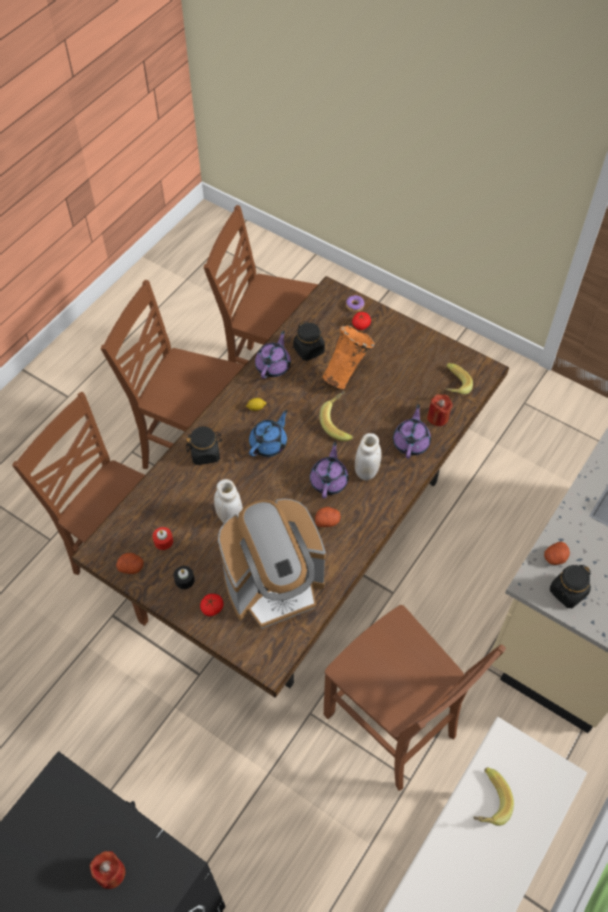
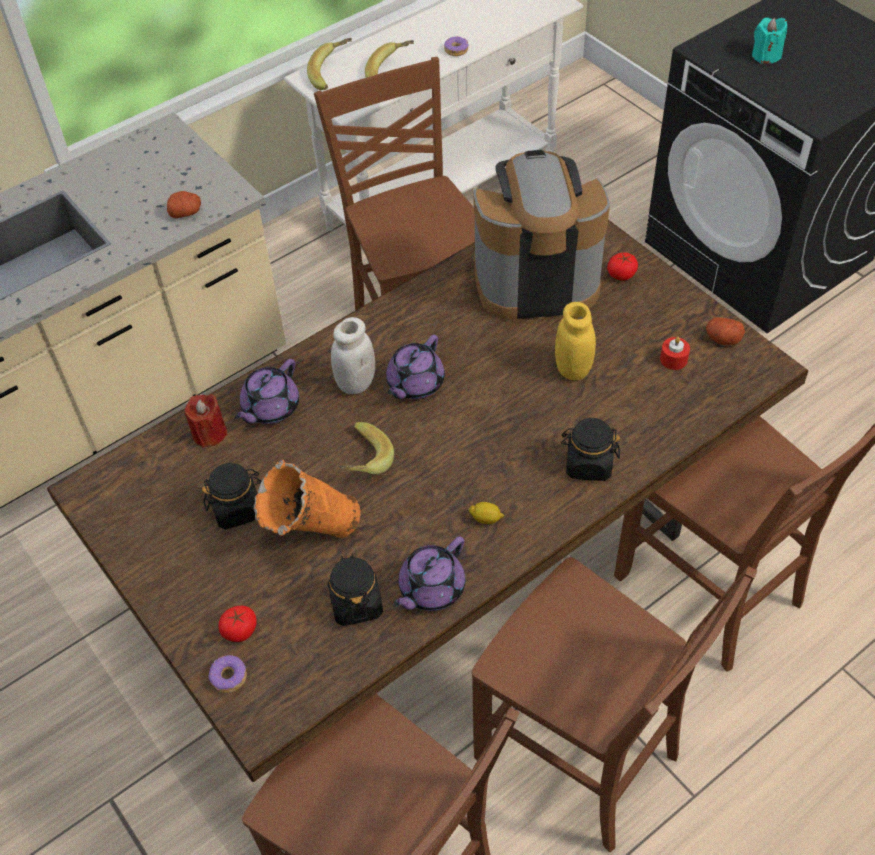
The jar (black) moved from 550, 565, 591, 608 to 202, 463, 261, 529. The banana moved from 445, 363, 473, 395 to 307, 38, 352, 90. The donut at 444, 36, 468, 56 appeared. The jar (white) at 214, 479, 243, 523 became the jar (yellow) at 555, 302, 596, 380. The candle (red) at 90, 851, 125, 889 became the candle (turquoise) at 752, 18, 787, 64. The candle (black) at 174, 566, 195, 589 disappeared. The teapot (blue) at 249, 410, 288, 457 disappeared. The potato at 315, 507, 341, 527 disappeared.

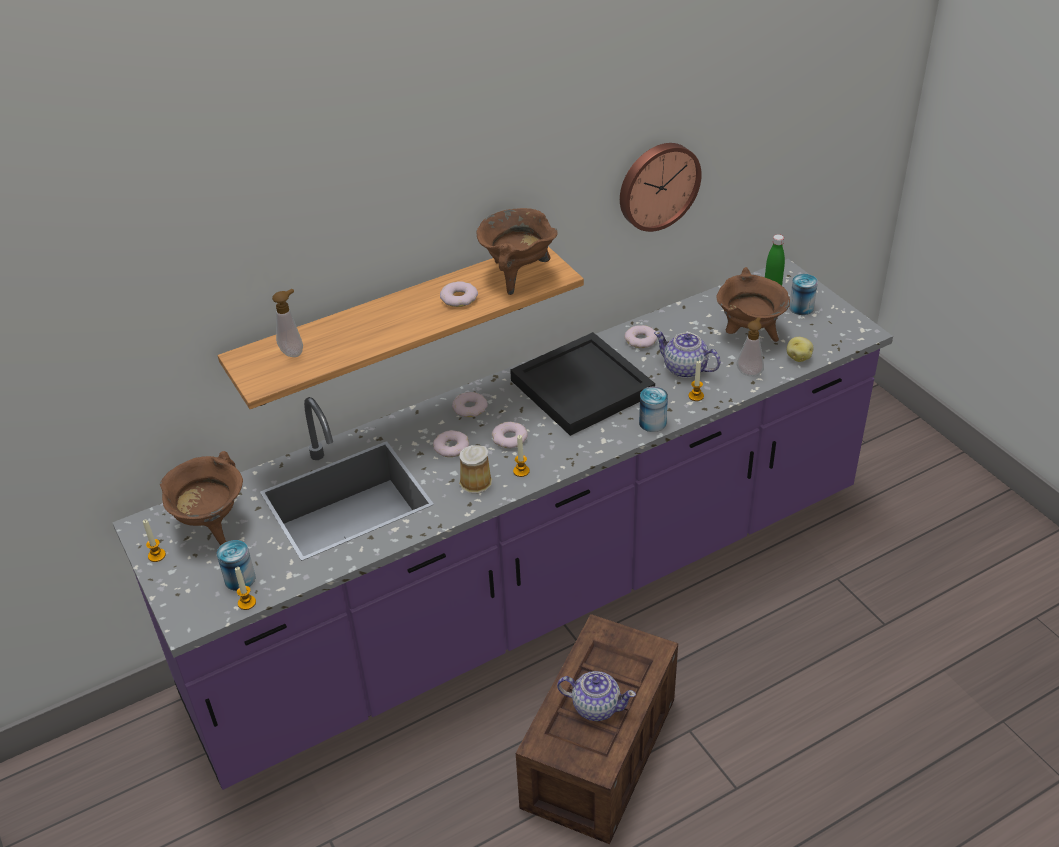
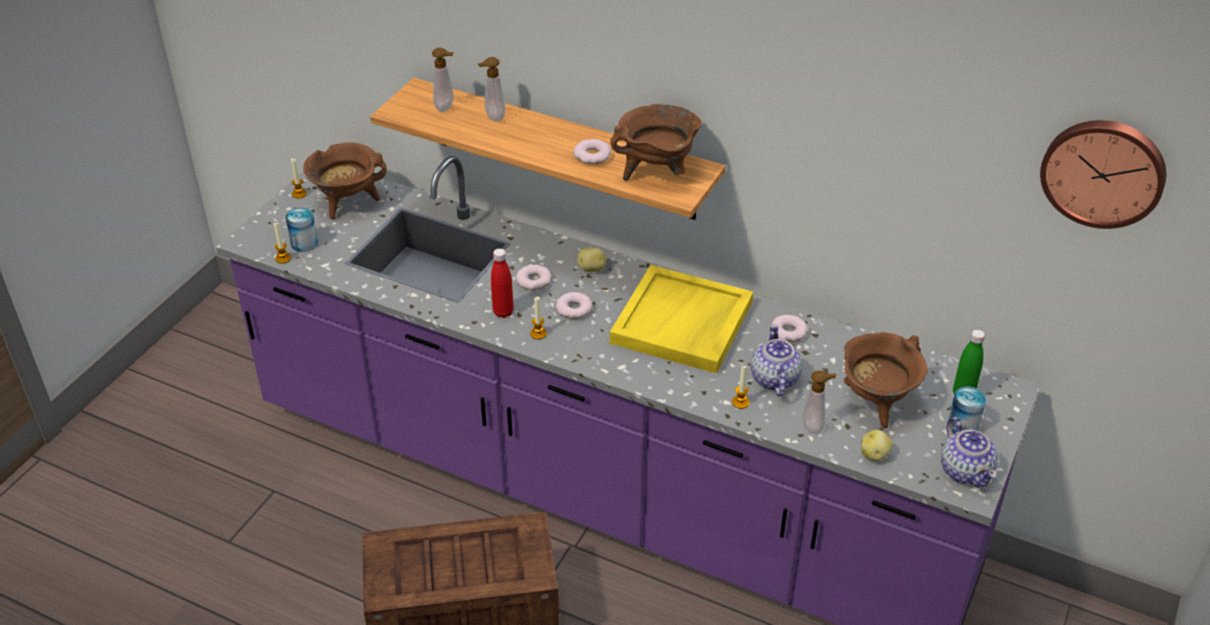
The soap dispenser at 478, 57, 505, 122 appeared. The mug at 459, 445, 492, 493 was replaced by the bottle (red) at 491, 248, 514, 318. The donut at 452, 392, 488, 417 was replaced by the potato at 577, 248, 607, 272. The tray (black) at 510, 332, 655, 436 became the tray (yellow) at 610, 265, 753, 374. The teapot moved from 557, 671, 636, 721 to 941, 417, 998, 488. The wall clock moved from 620, 143, 702, 232 to 1040, 120, 1166, 229. The can at 639, 387, 668, 432 disappeared.

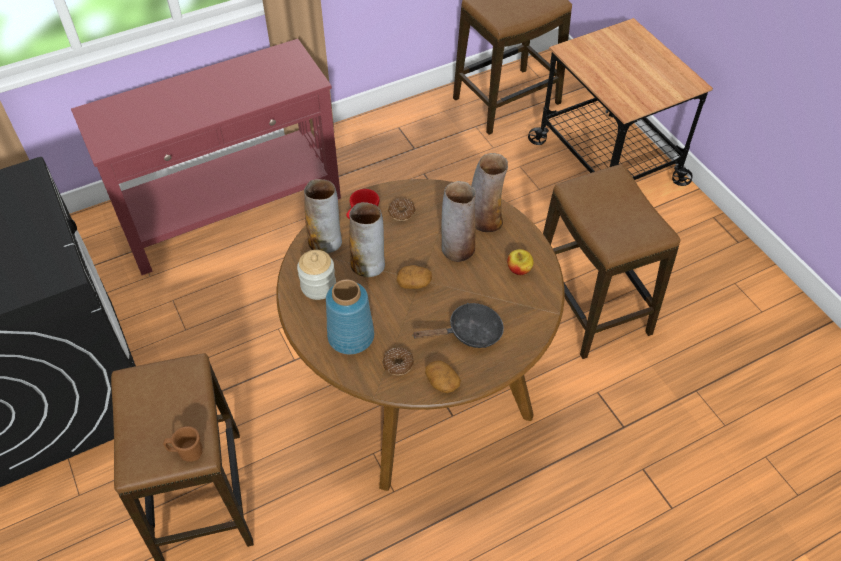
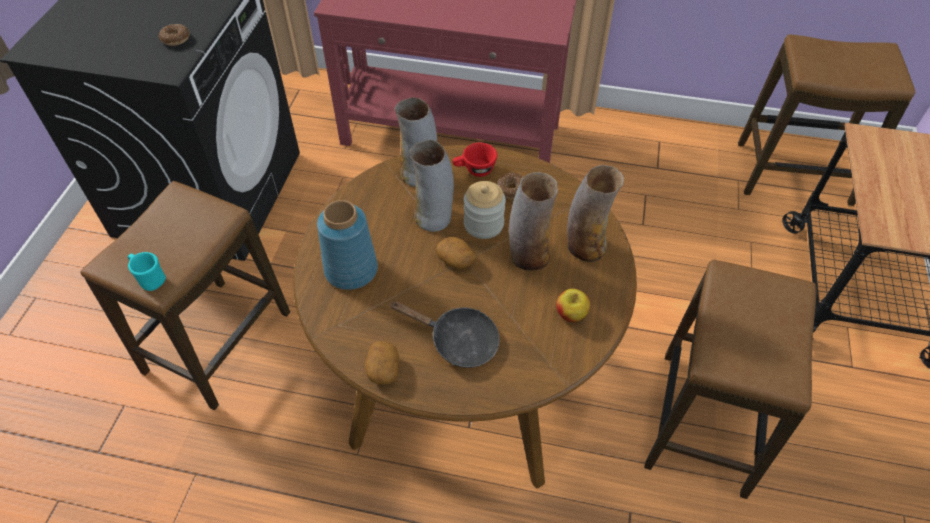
The mug (brown) at 163, 426, 203, 462 became the mug (turquoise) at 127, 252, 166, 291. The donut moved from 382, 348, 414, 375 to 159, 24, 190, 46. The jar moved from 297, 250, 336, 300 to 464, 181, 506, 239.

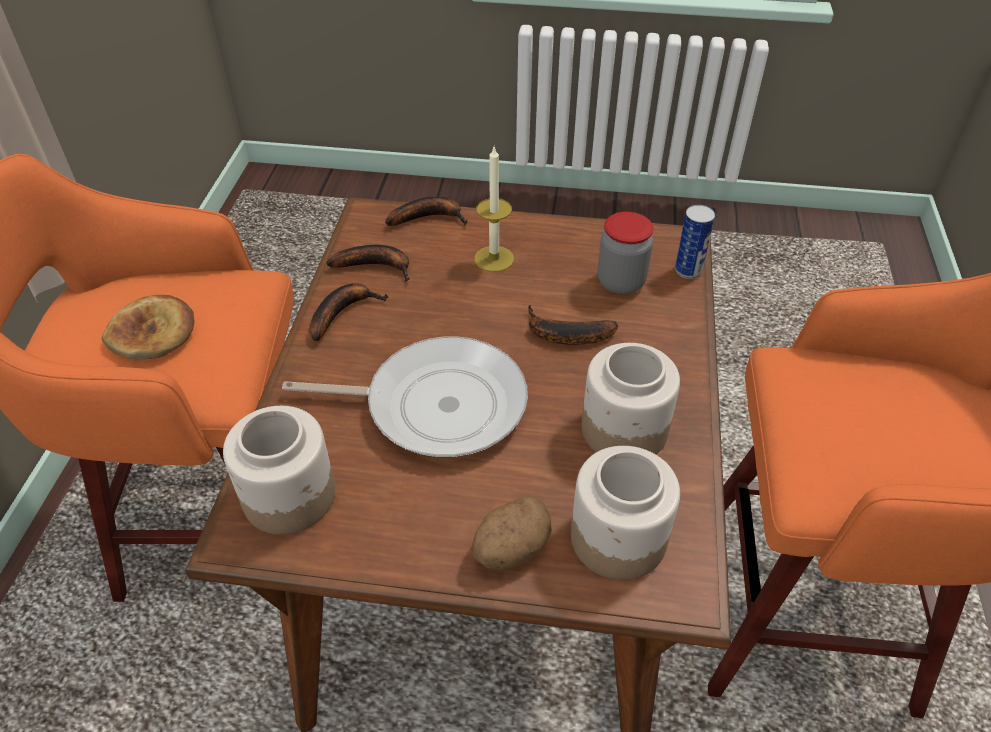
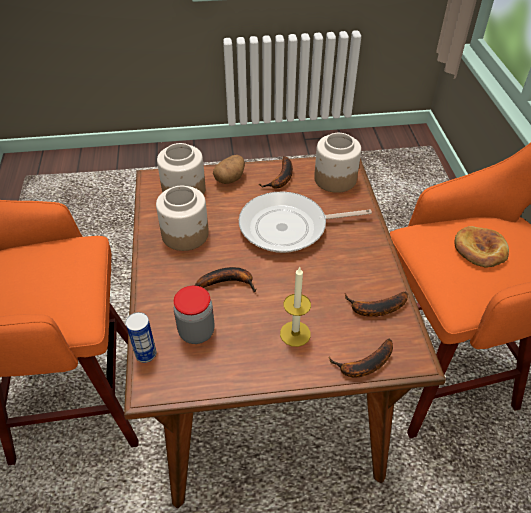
The banana moved from 309, 283, 388, 341 to 259, 156, 293, 189.

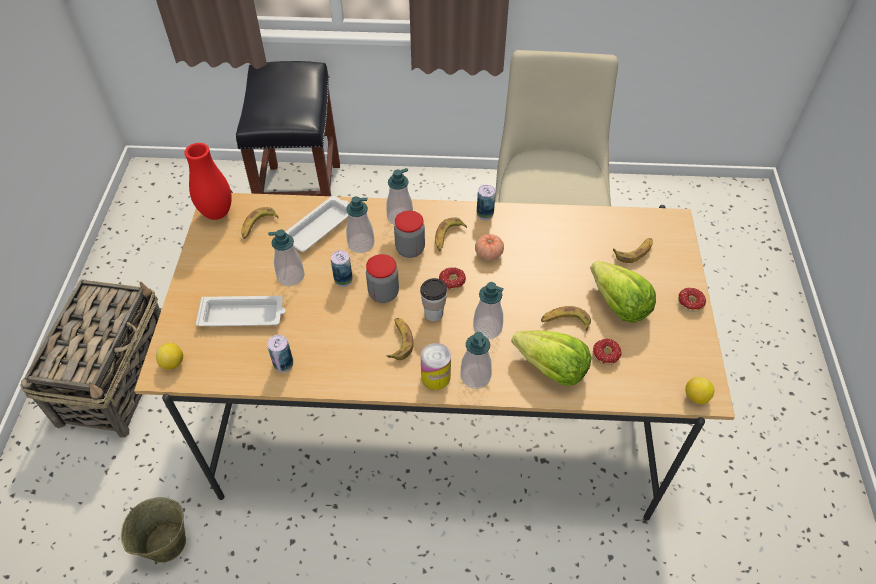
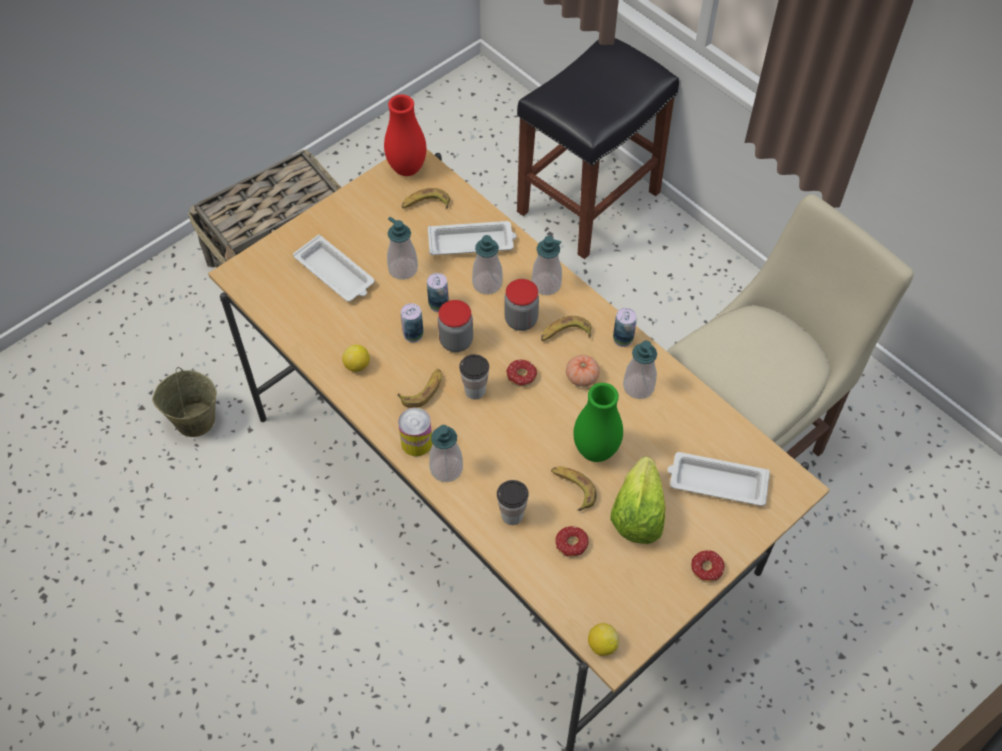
The lemon moved from 156, 343, 183, 369 to 342, 345, 370, 372. The can moved from 267, 335, 293, 373 to 401, 303, 424, 343. The lettuce at 511, 331, 591, 386 was replaced by the cup at 497, 480, 529, 525. The vase (green) at 573, 383, 623, 462 appeared. The soap dispenser moved from 473, 282, 504, 339 to 623, 341, 657, 399. The banana at 613, 238, 653, 263 was replaced by the tray (white) at 668, 452, 770, 506.

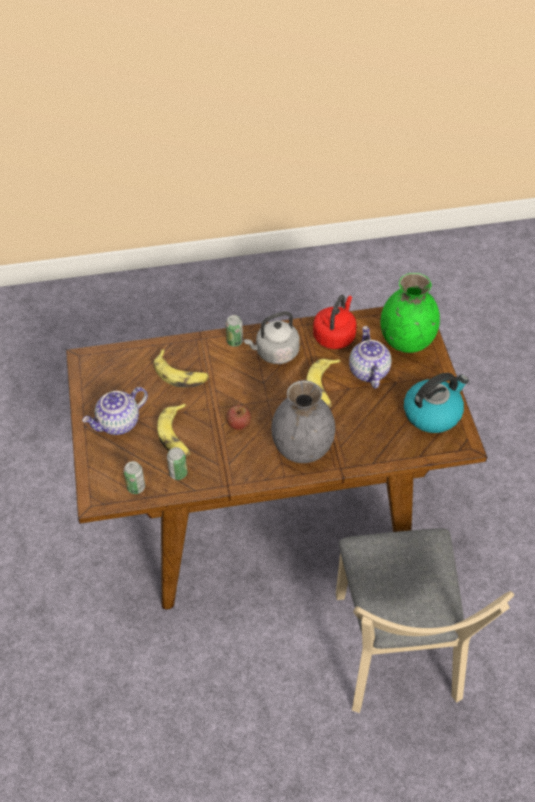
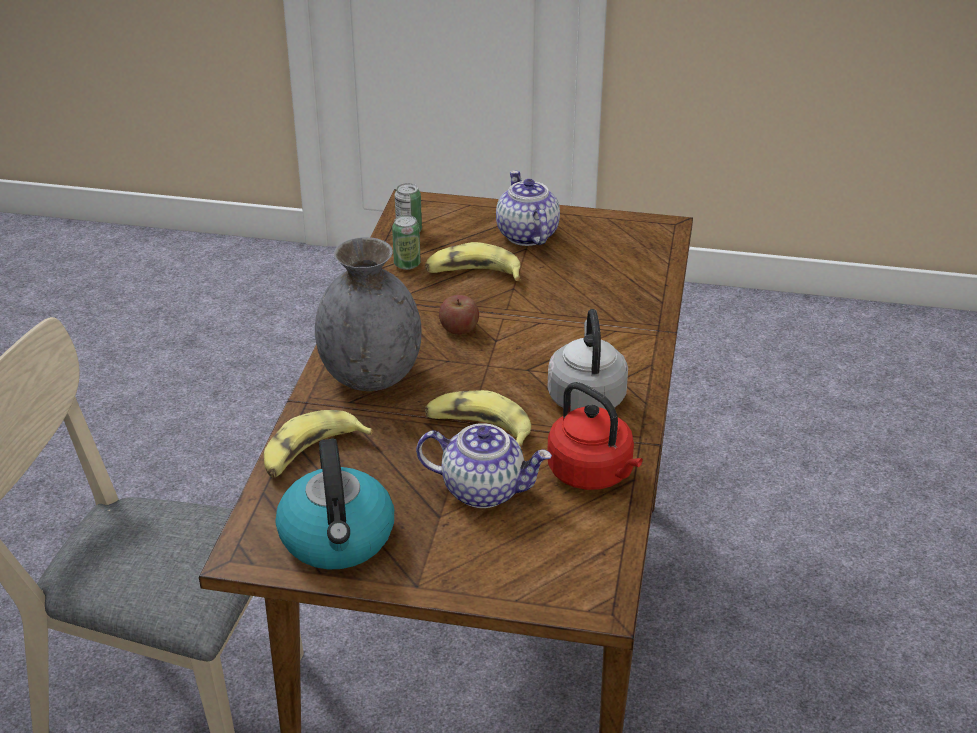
The banana moved from 154, 349, 209, 388 to 264, 410, 373, 477. The can at 226, 315, 243, 347 disappeared. The vase (green) at 380, 273, 440, 353 disappeared.

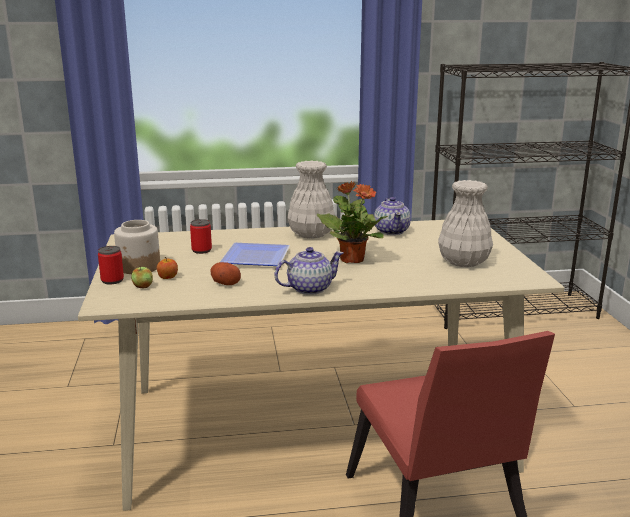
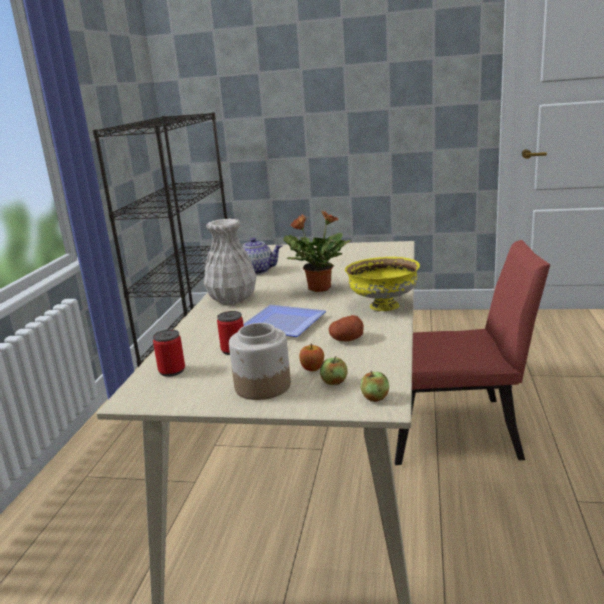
The can moved from 98, 246, 124, 284 to 153, 330, 185, 377. The teapot at 275, 247, 343, 295 was replaced by the bowl (yellow) at 345, 257, 420, 311. The apple at 360, 371, 389, 402 appeared. The vase (white) at 438, 180, 493, 267 disappeared.

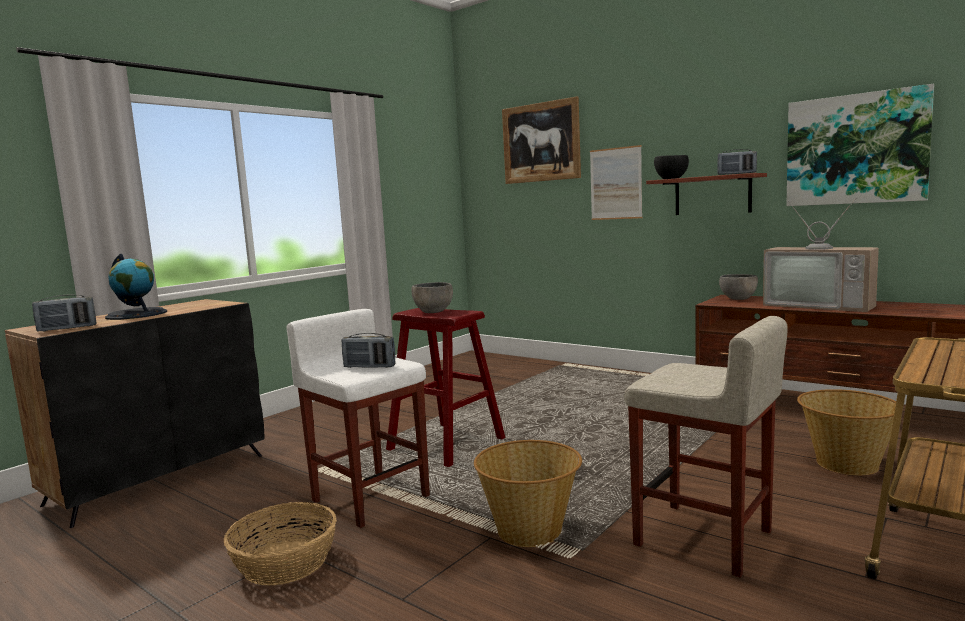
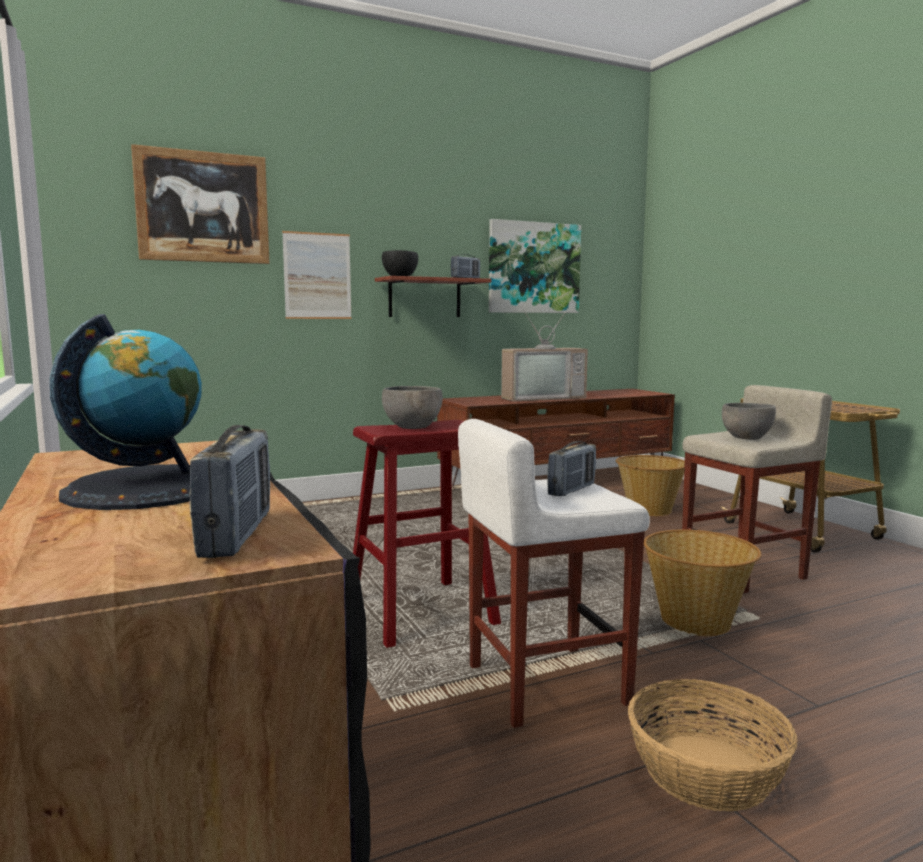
The bowl (grey) moved from 719, 274, 758, 300 to 722, 403, 776, 440.

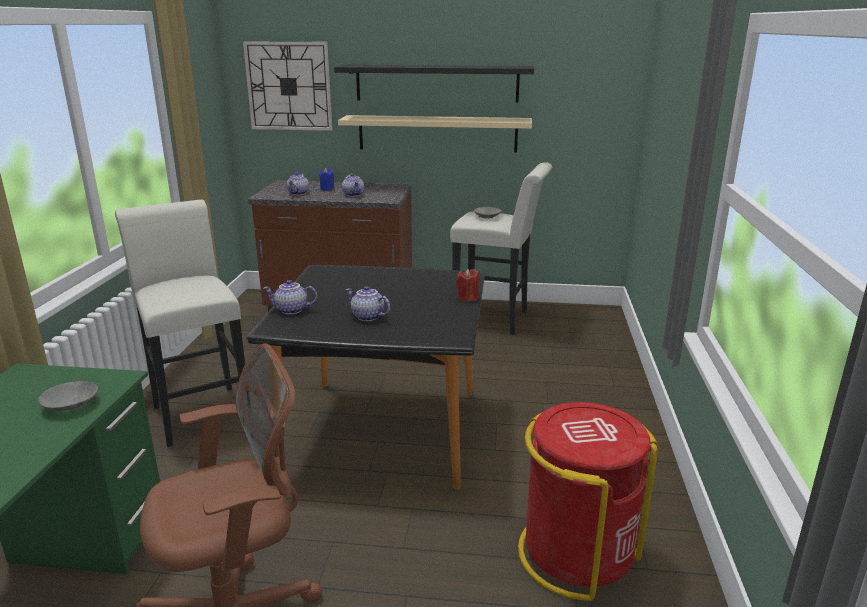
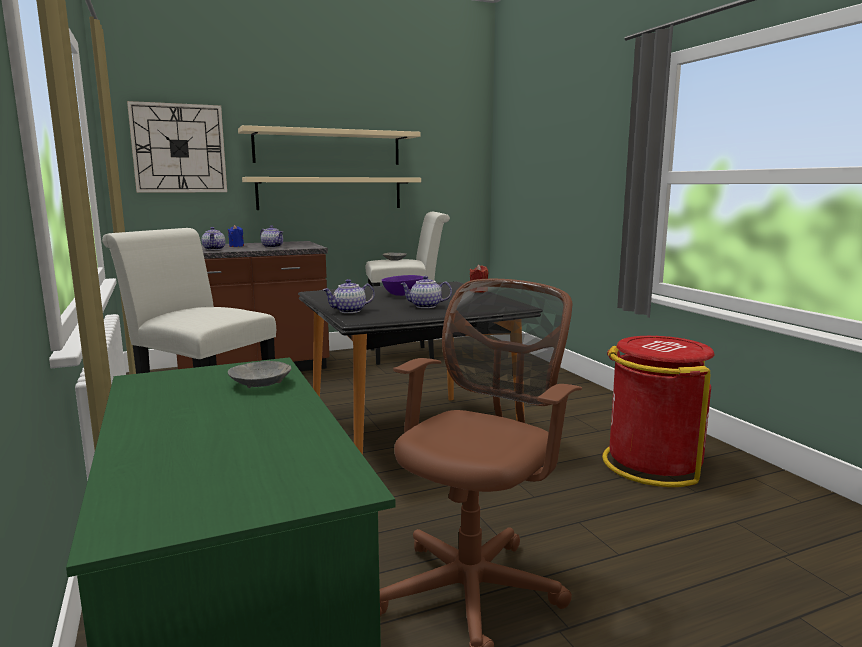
The shelf (black) at 334, 65, 534, 103 became the shelf (beige) at 238, 125, 421, 165. The bowl (purple) at 382, 275, 424, 296 appeared.

